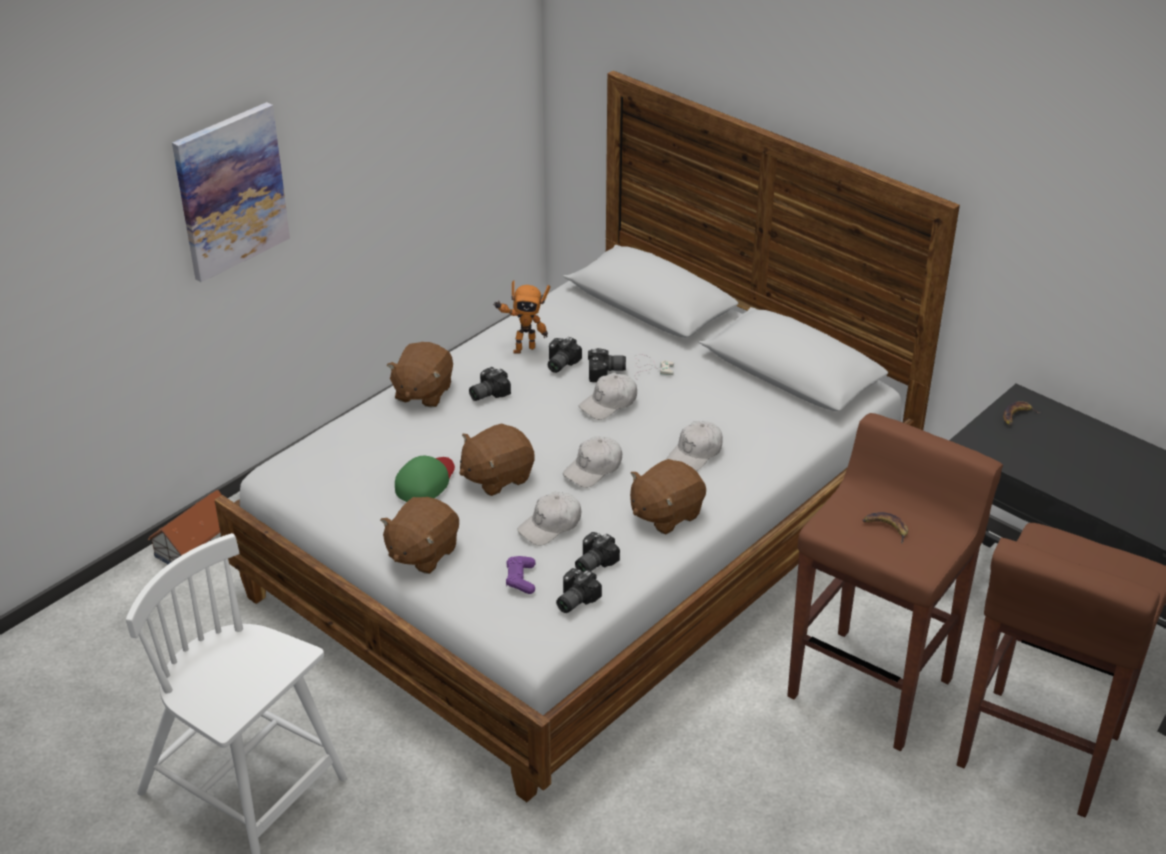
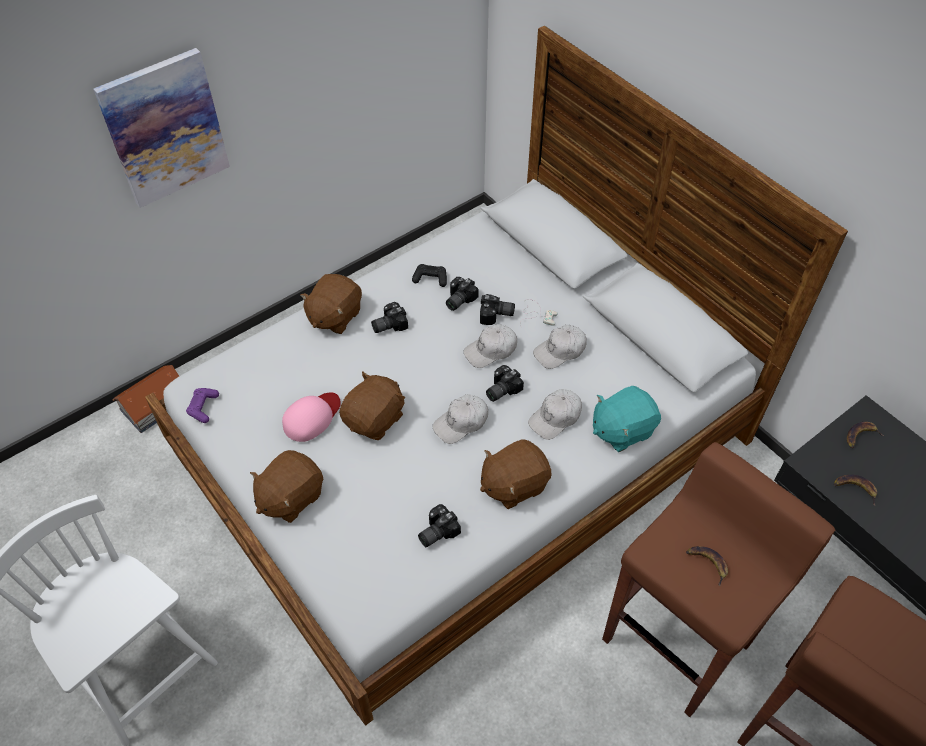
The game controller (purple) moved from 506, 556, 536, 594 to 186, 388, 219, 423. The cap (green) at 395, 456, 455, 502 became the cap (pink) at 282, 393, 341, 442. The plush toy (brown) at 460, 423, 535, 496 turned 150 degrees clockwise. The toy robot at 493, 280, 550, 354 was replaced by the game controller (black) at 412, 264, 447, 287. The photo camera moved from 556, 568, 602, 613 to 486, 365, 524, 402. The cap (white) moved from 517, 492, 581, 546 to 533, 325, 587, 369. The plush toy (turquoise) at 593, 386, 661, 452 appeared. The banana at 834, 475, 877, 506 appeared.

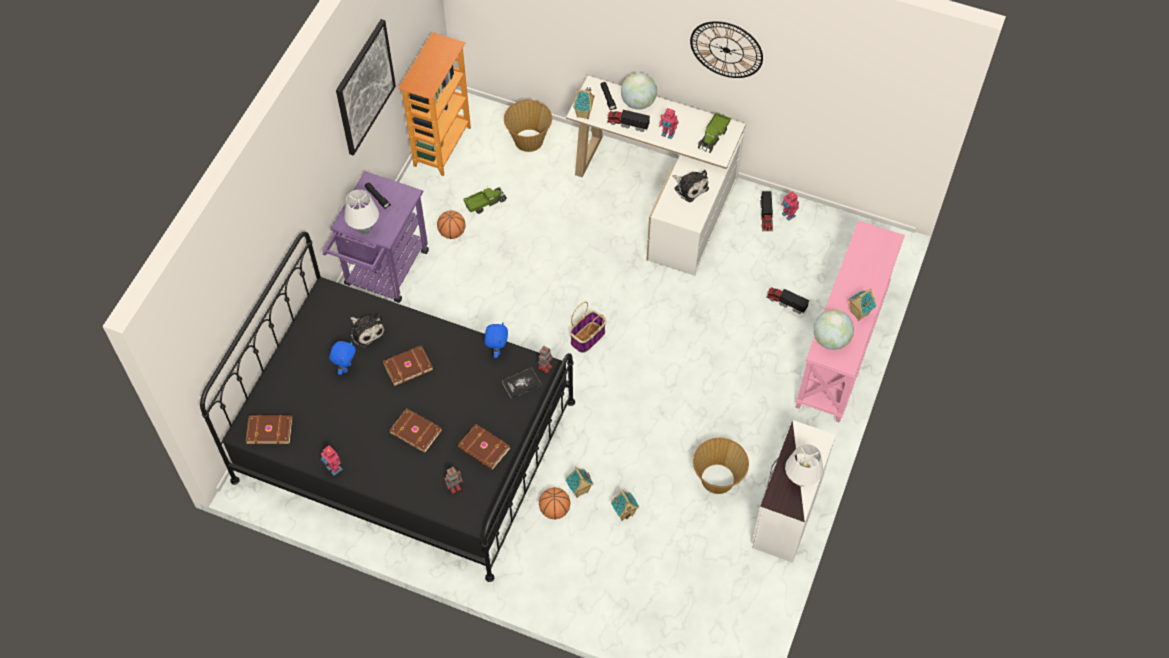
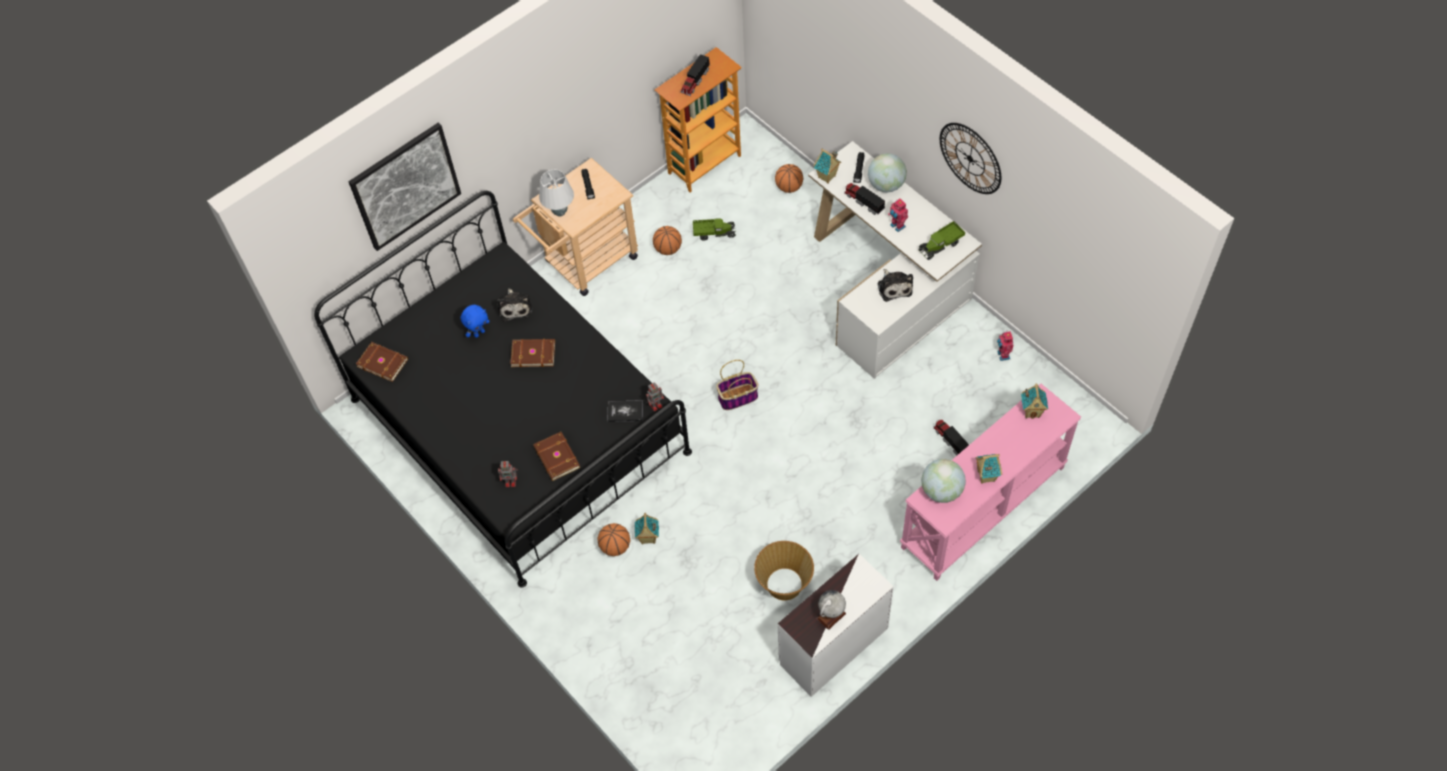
The picture moved from 336, 19, 396, 156 to 349, 122, 461, 251. The cart (purple) at 323, 171, 429, 303 became the cart (beige) at 513, 158, 638, 296. The toy truck moved from 760, 191, 773, 231 to 681, 54, 710, 96. The basket at 504, 100, 552, 152 was replaced by the basketball at 775, 164, 803, 193. The table lamp (white) at 785, 444, 823, 486 was replaced by the globe at 817, 590, 846, 630. The toy house moved from 611, 490, 639, 521 to 1021, 383, 1048, 419. The toy robot at 321, 445, 343, 476 disappeared. The book (brown) at 390, 408, 442, 453 disappeared. The plush toy (blue) at 485, 322, 508, 358 disappeared.

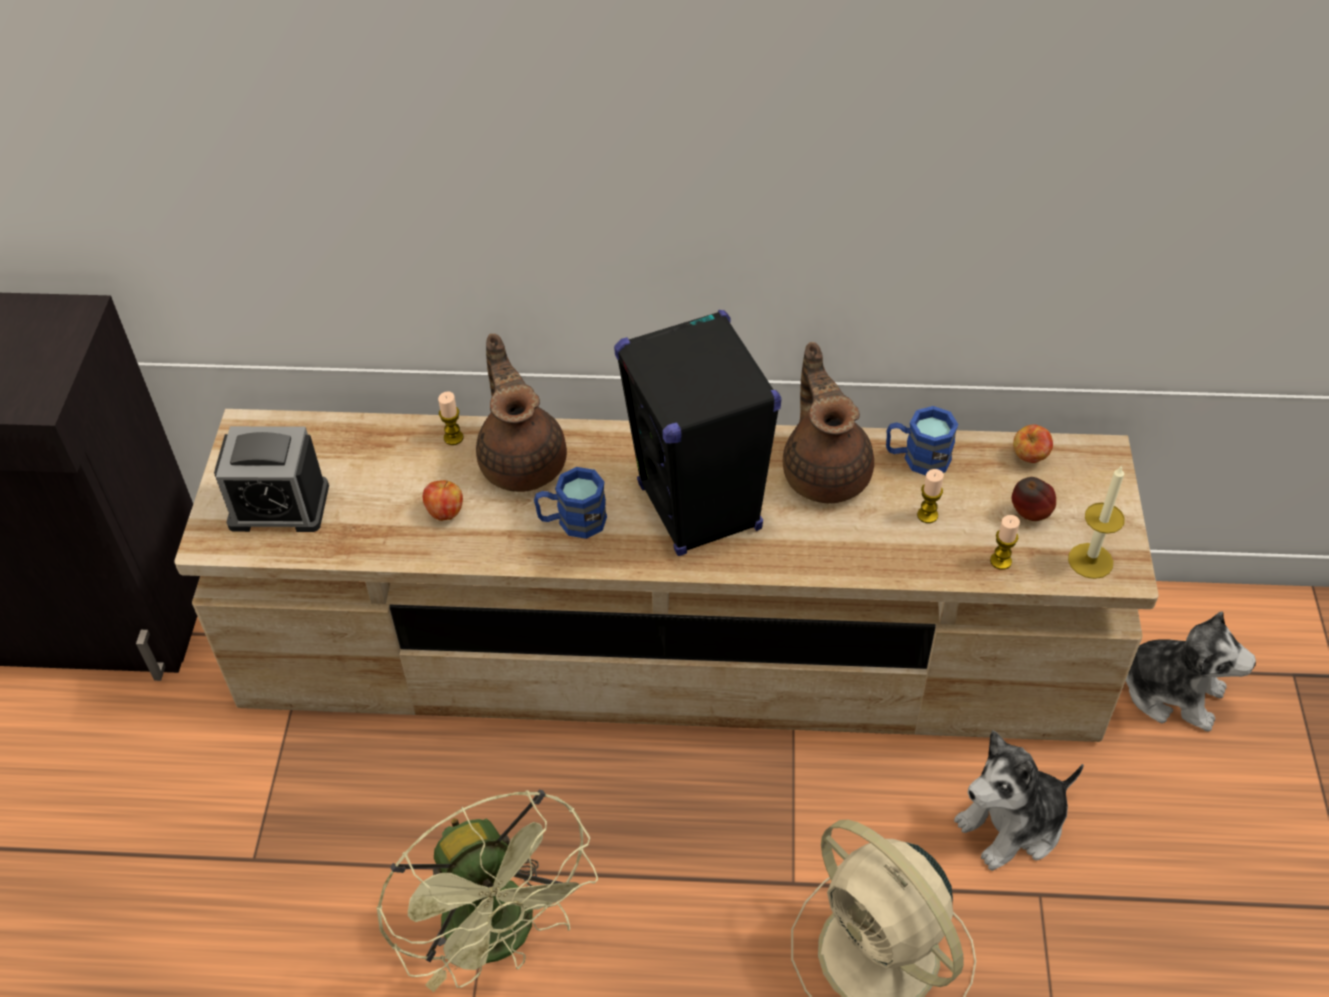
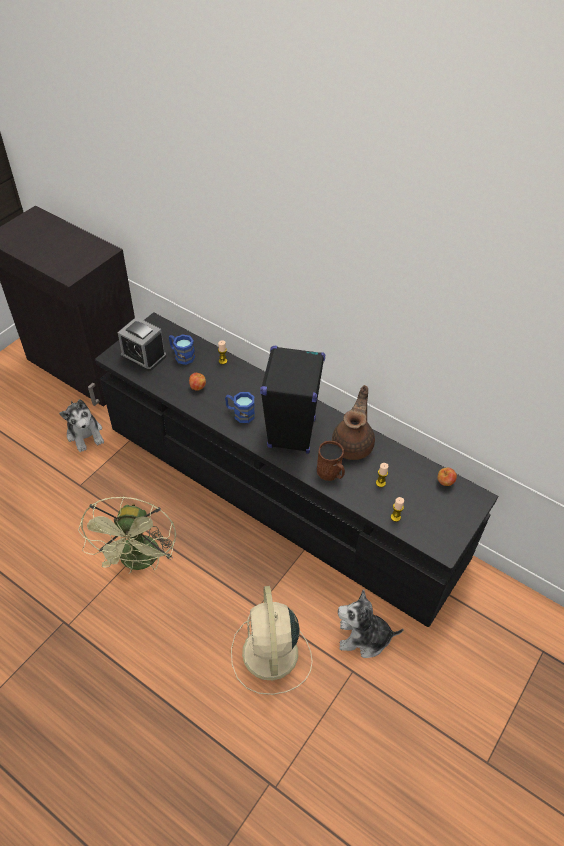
The plush toy moved from 1126, 611, 1256, 732 to 59, 399, 104, 452. The tv stand (beige) at 174, 409, 1159, 742 became the tv stand (black) at 95, 312, 498, 627. The mug (blue) moved from 886, 406, 958, 476 to 169, 334, 195, 365. The mug (brown) at 317, 441, 345, 481 appeared. The teapot (brown) at 476, 334, 567, 492 disappeared. The apple at 1012, 477, 1056, 521 disappeared. The candle at 1068, 465, 1125, 579 disappeared.

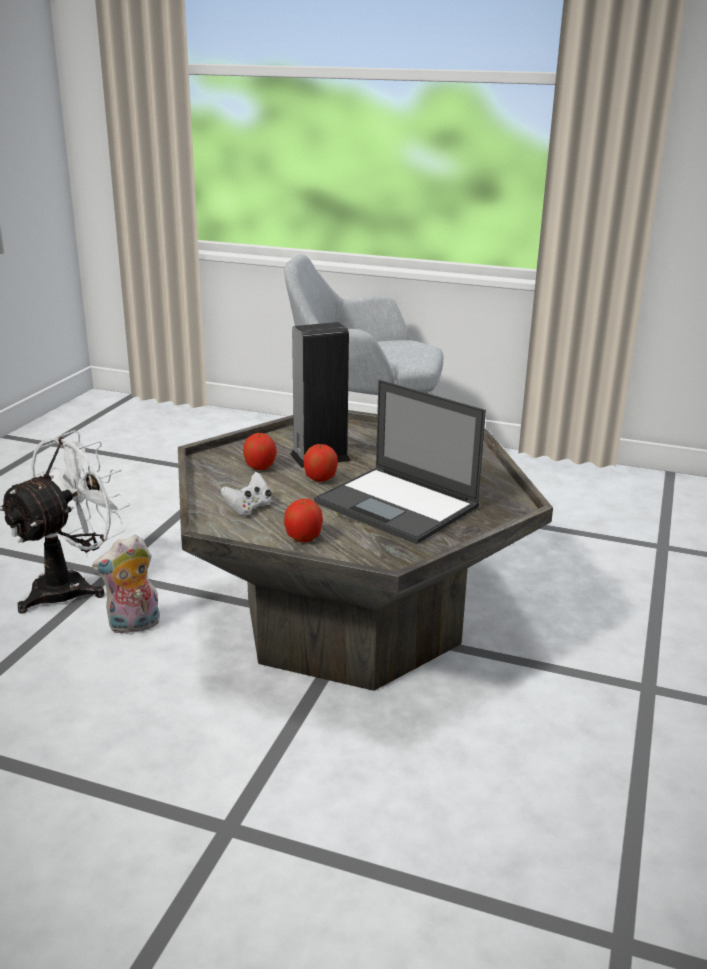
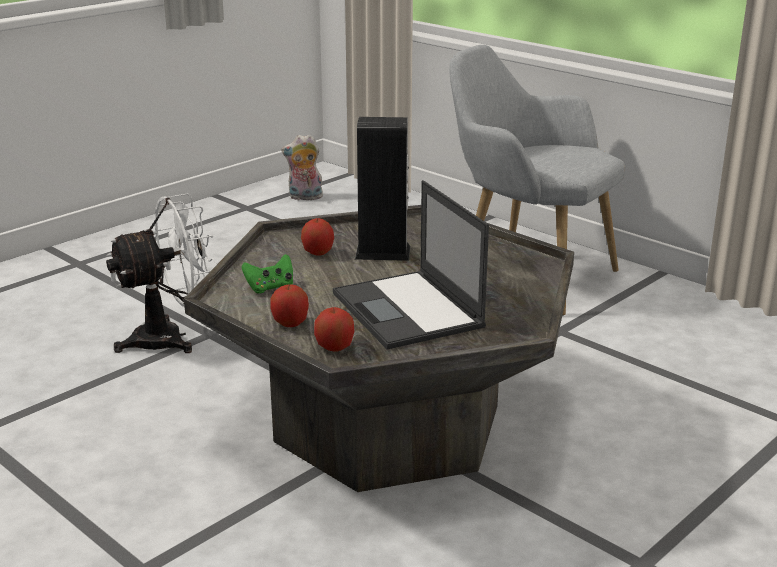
The game controller (white) at 221, 472, 271, 516 became the game controller (green) at 242, 254, 293, 293. The plush toy moved from 92, 535, 160, 635 to 281, 134, 323, 200. The apple moved from 304, 444, 338, 482 to 314, 307, 354, 352.

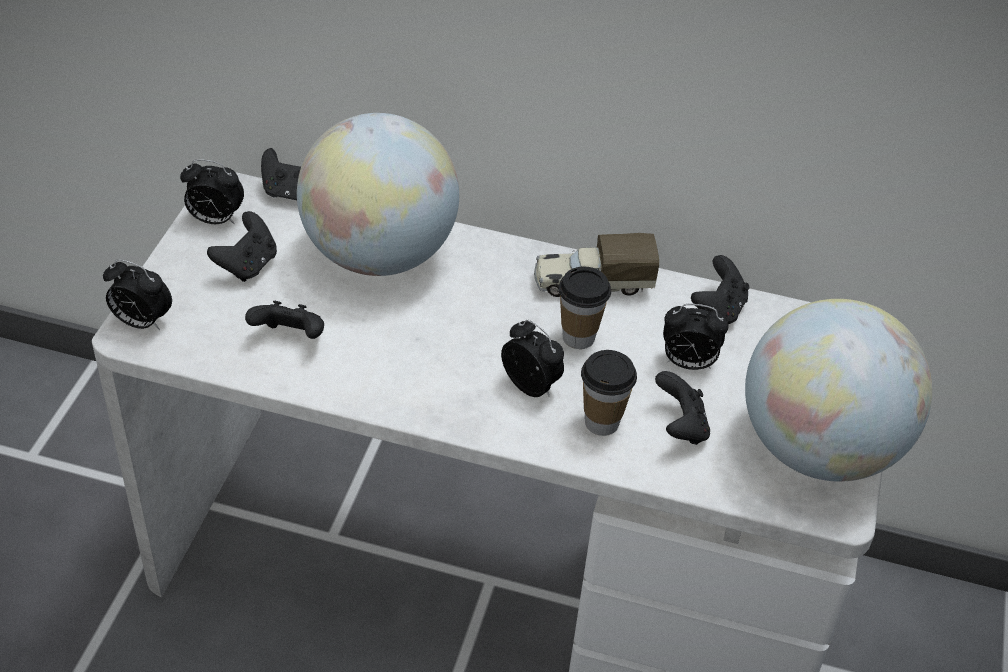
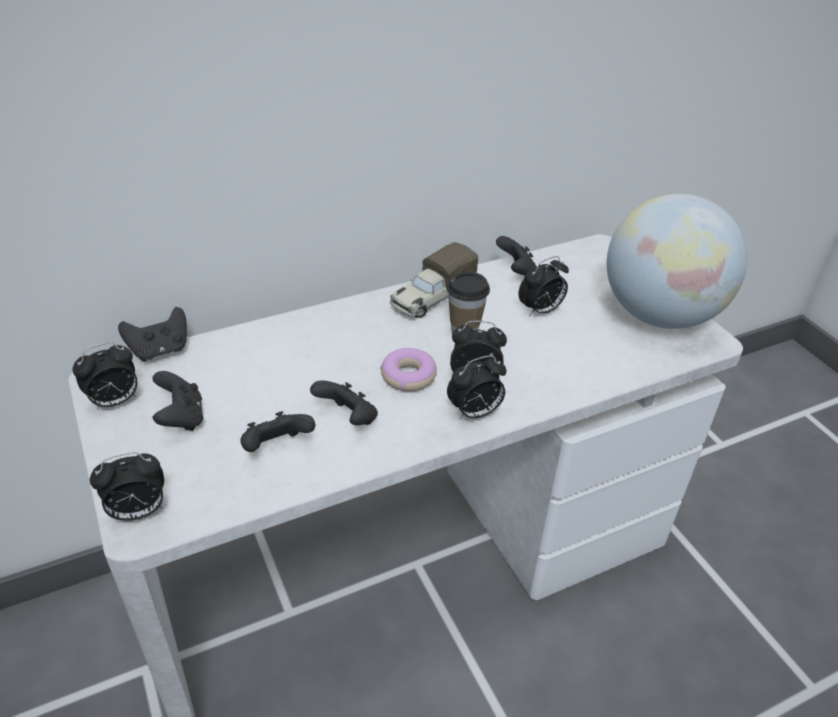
The game controller (black) moved from 655, 371, 710, 445 to 310, 381, 378, 425. The donut at 380, 348, 437, 391 appeared. The alarm clock at 447, 355, 506, 420 appeared. The globe at 297, 113, 459, 276 disappeared. The cup at 581, 350, 637, 436 disappeared.

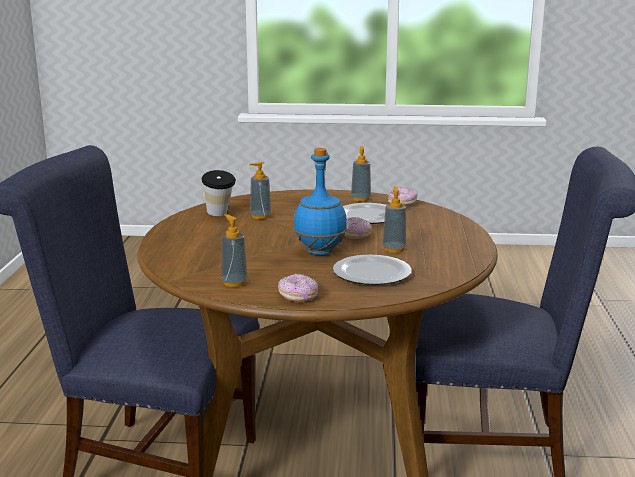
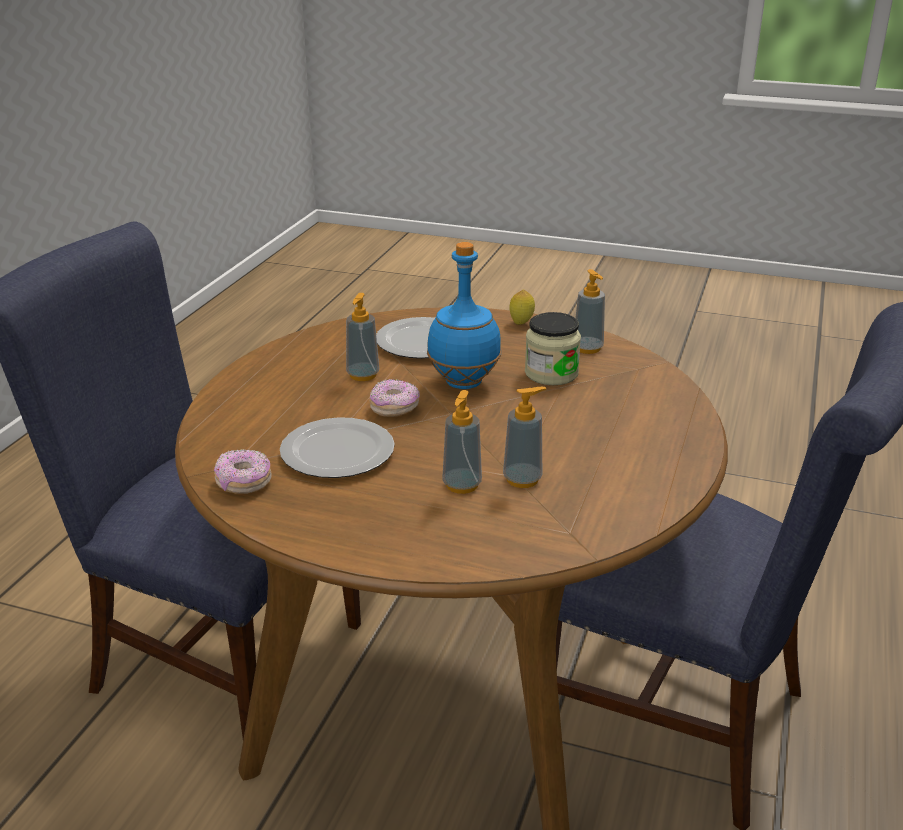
The soap dispenser moved from 351, 146, 371, 201 to 442, 390, 482, 494. The donut at 278, 274, 318, 302 was replaced by the lemon at 509, 290, 535, 325. The jar at 525, 312, 581, 385 appeared. The cup at 202, 170, 236, 216 disappeared.

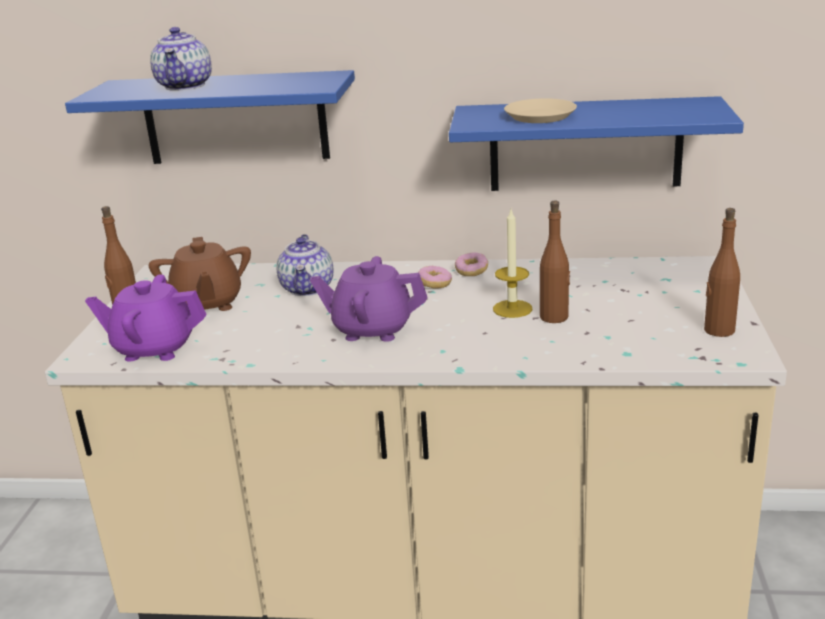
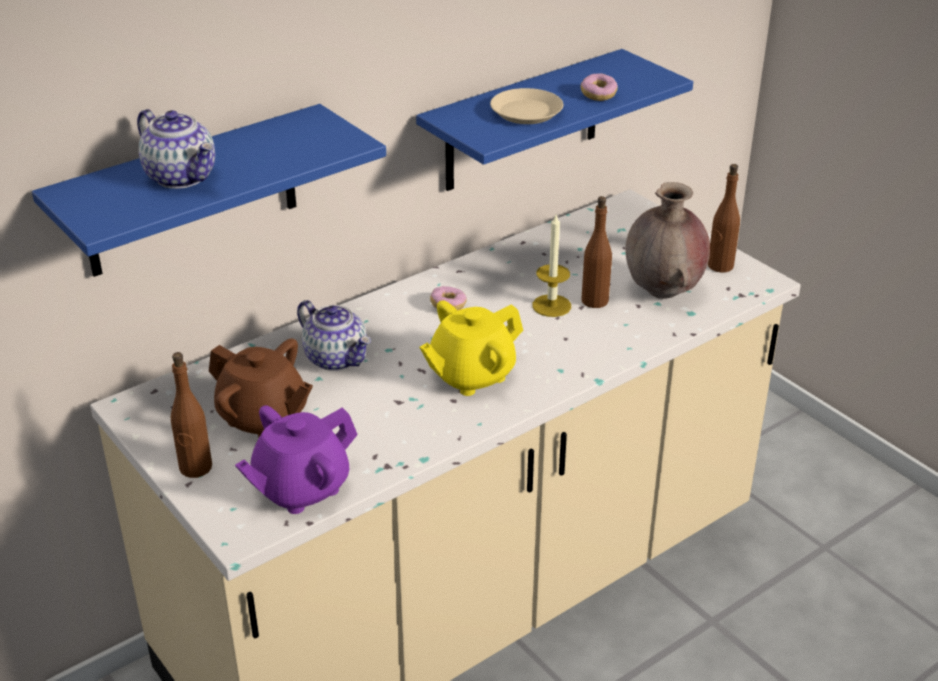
The teapot (purple) at 310, 256, 427, 342 became the teapot (yellow) at 420, 301, 523, 396. The donut moved from 455, 252, 488, 276 to 581, 73, 618, 101. The vase (brown) at 625, 182, 710, 299 appeared.

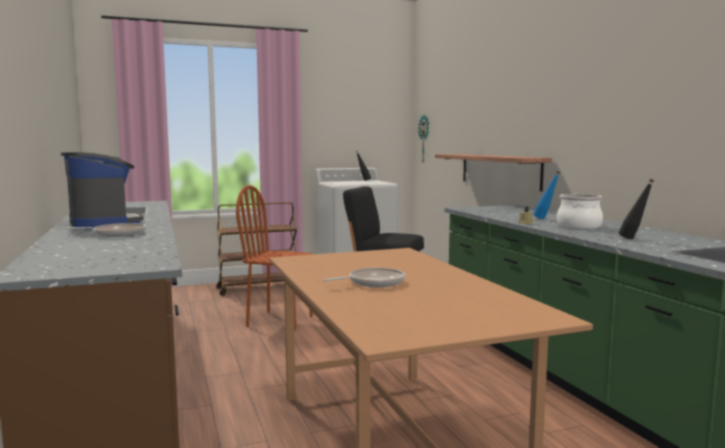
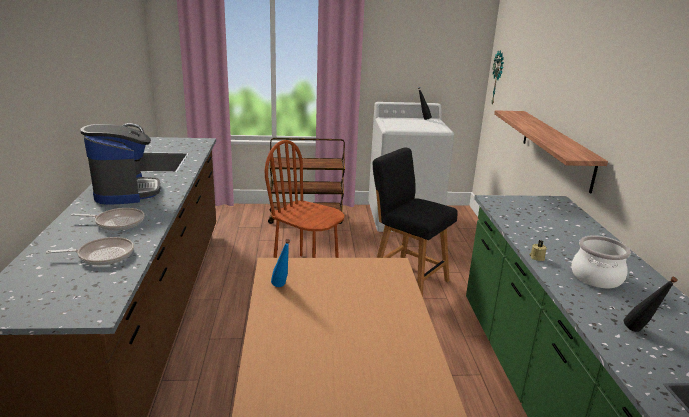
The frying pan moved from 323, 268, 405, 287 to 46, 237, 134, 265. The bottle (blue) moved from 533, 171, 560, 219 to 271, 239, 290, 287.

